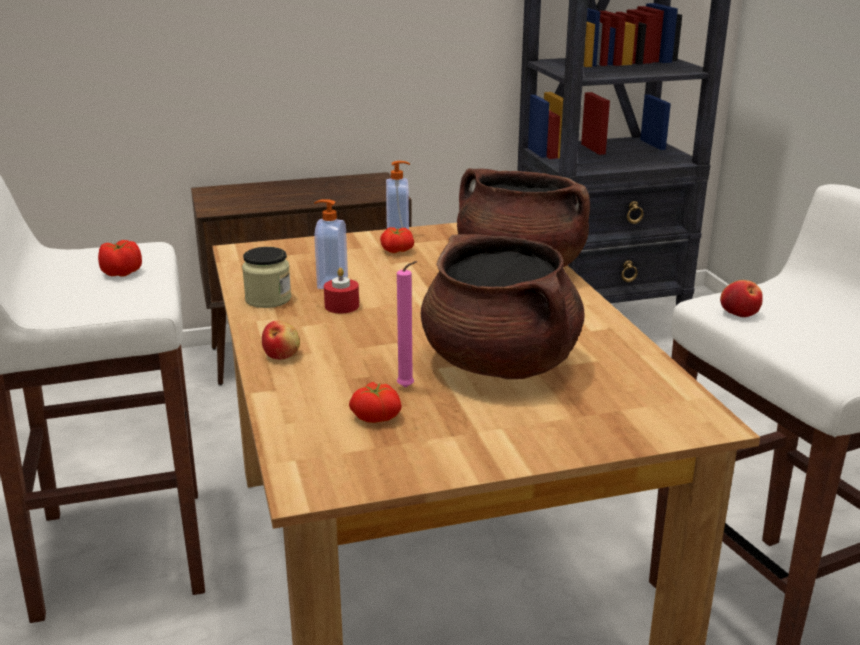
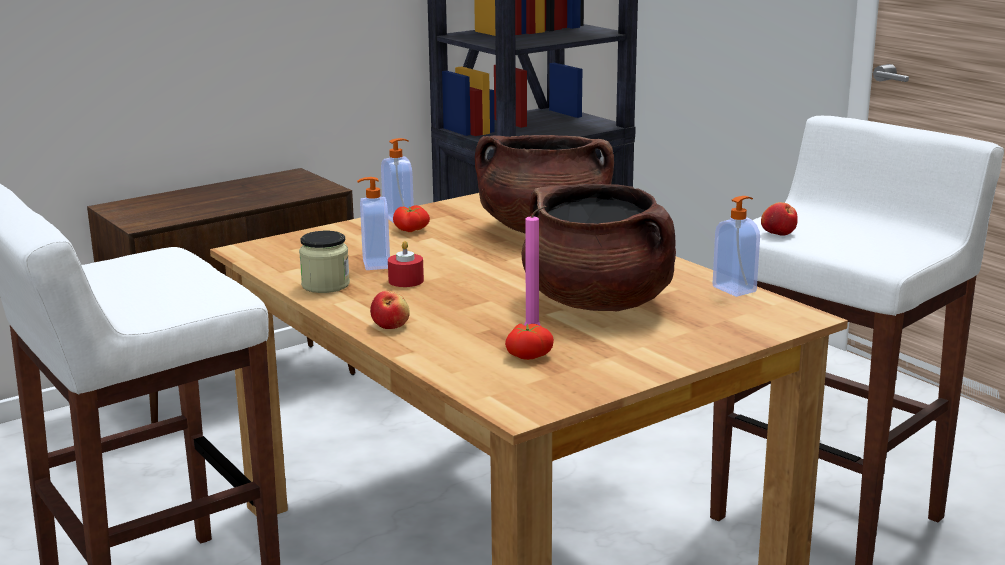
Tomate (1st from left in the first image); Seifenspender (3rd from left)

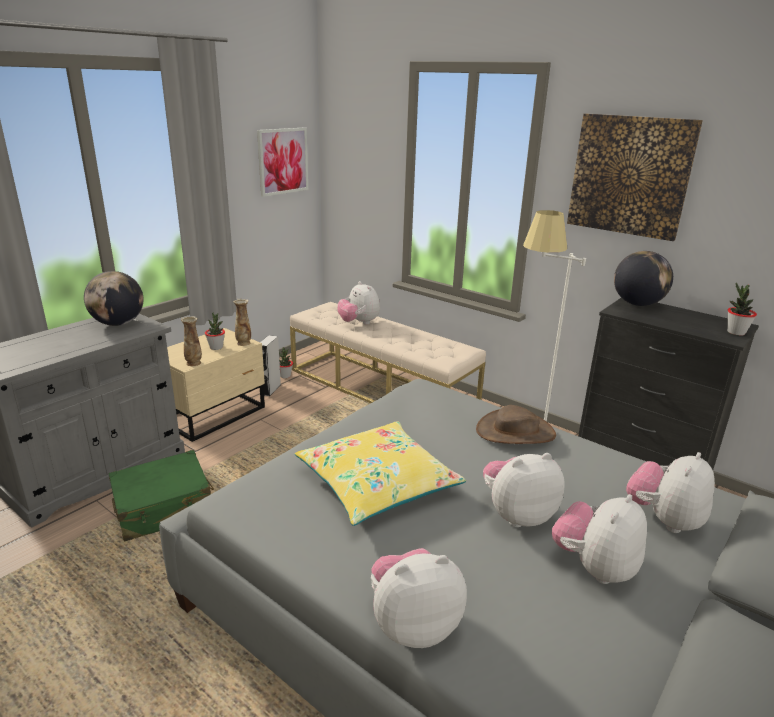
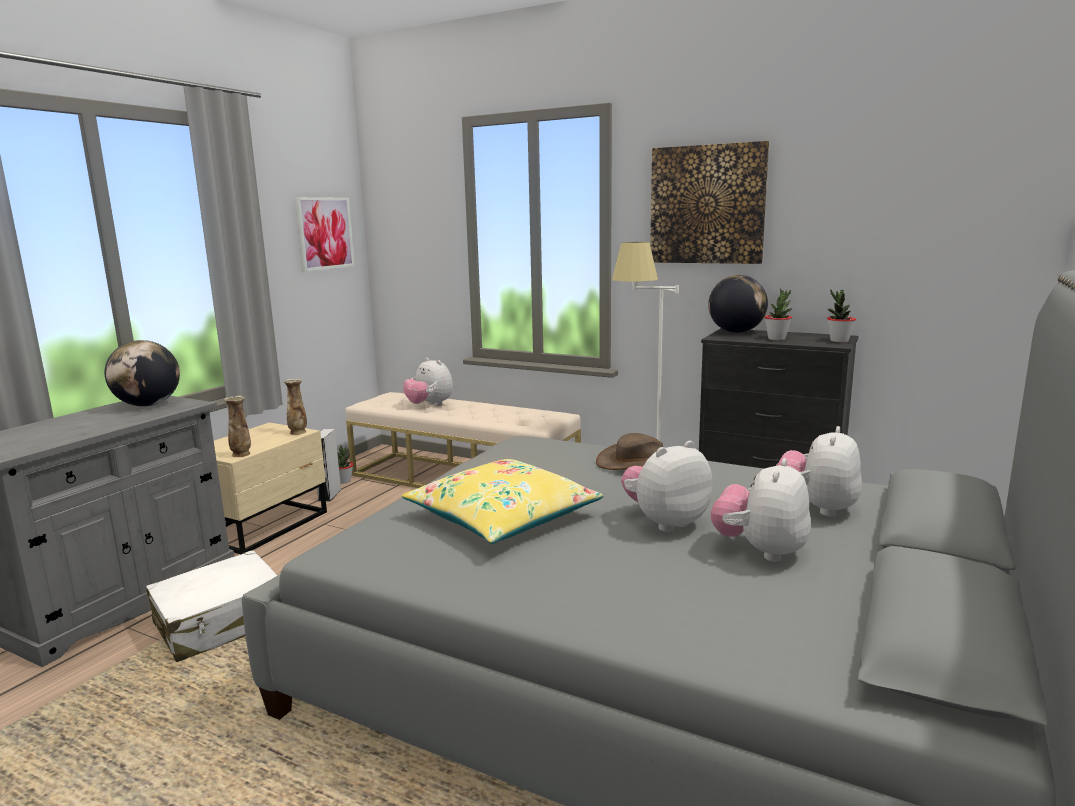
Topfpflanze (2nd from left); Koffer [weiß]; Plüschtier (2nd from left in the first image)

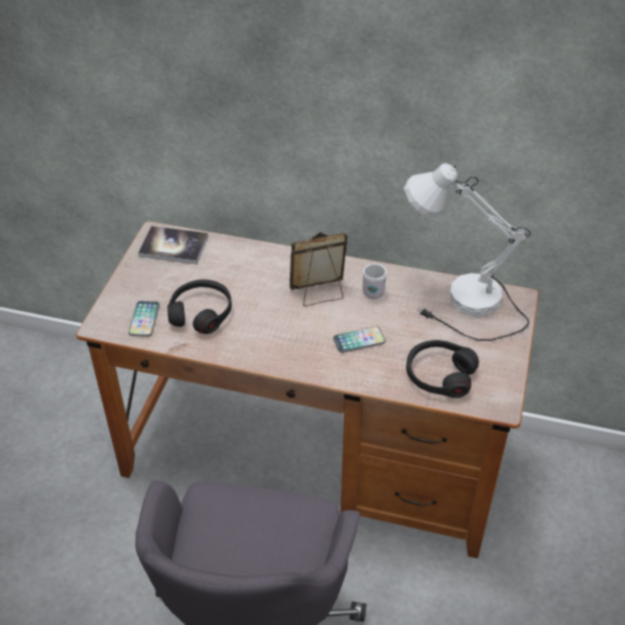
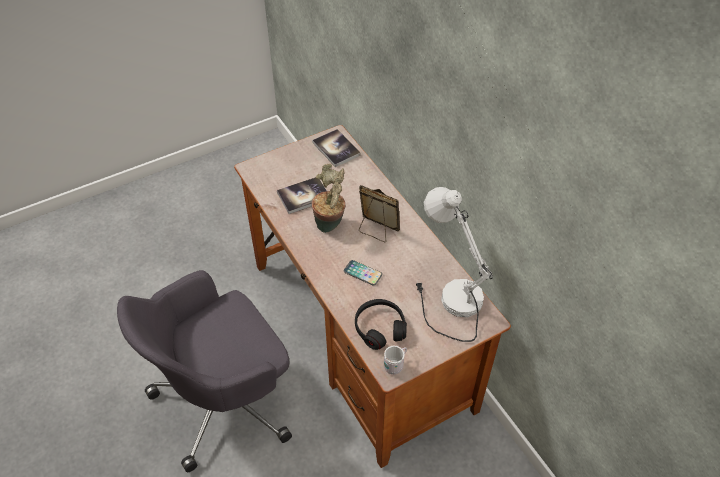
Henkelbecher [weiß]; Buch (1st from left); Handy (1st from left in the first image); Topfpflanze

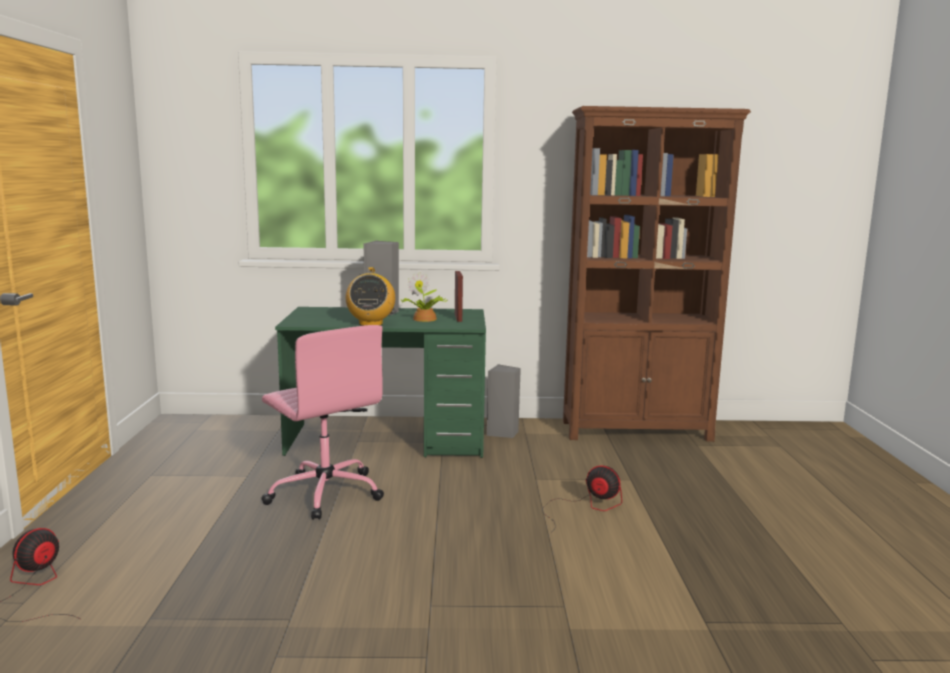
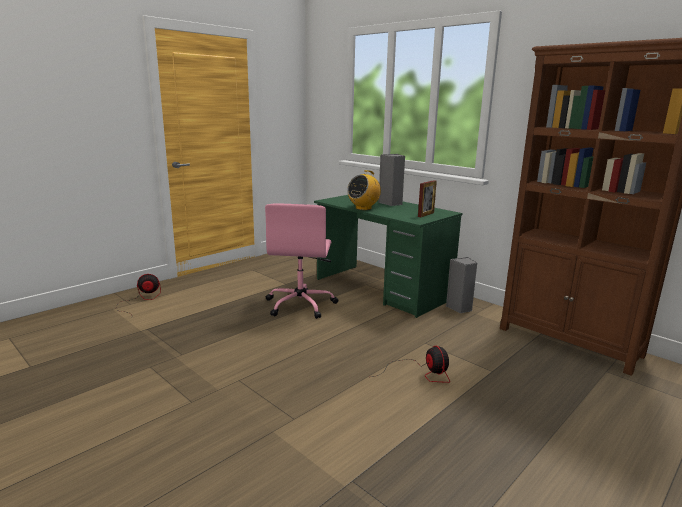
Topfpflanze

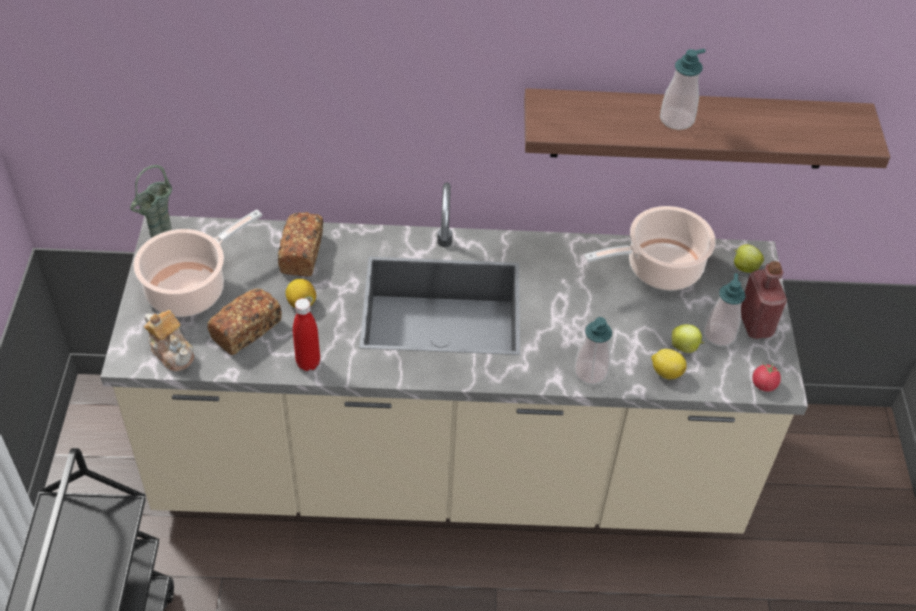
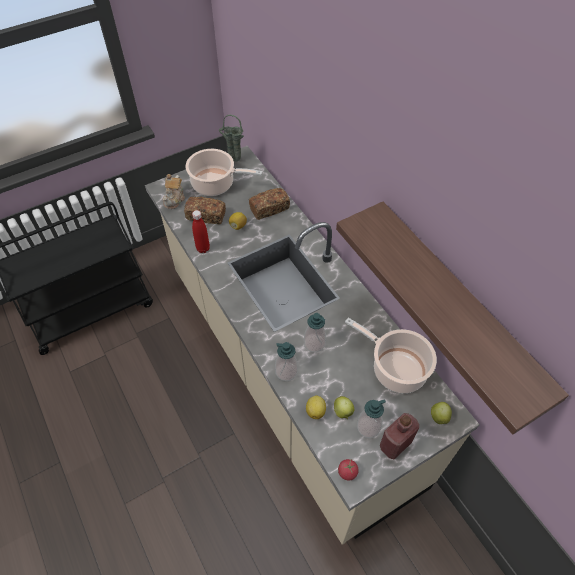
Seifenspender (2nd from left)

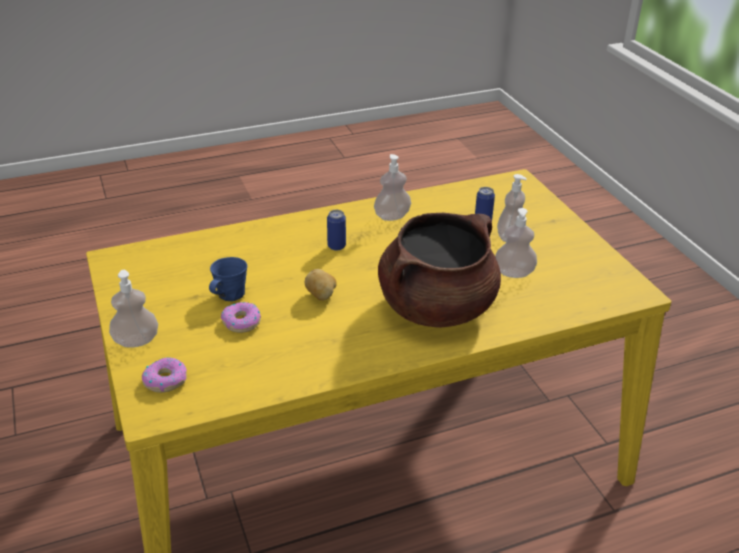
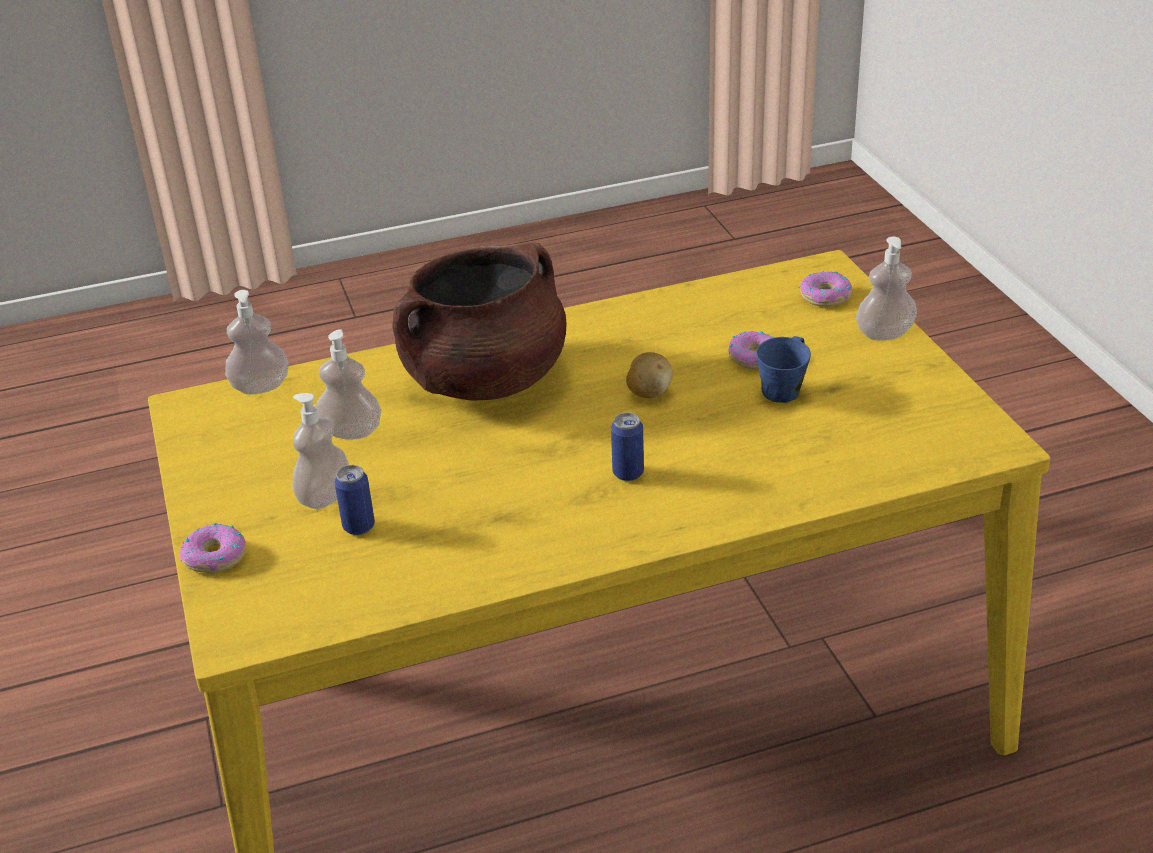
Seifenspender (1st from left); Donut (1st from left)

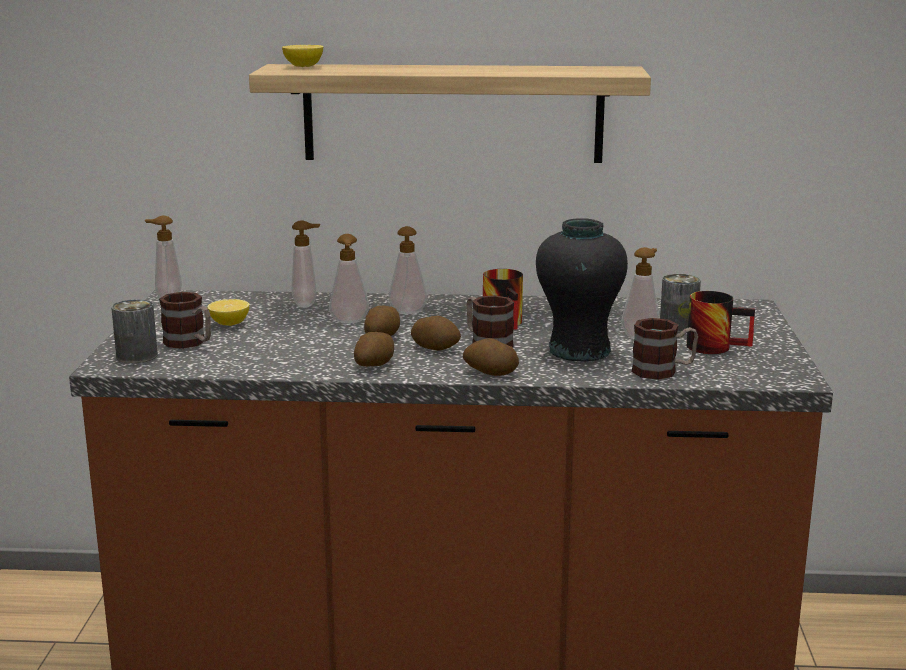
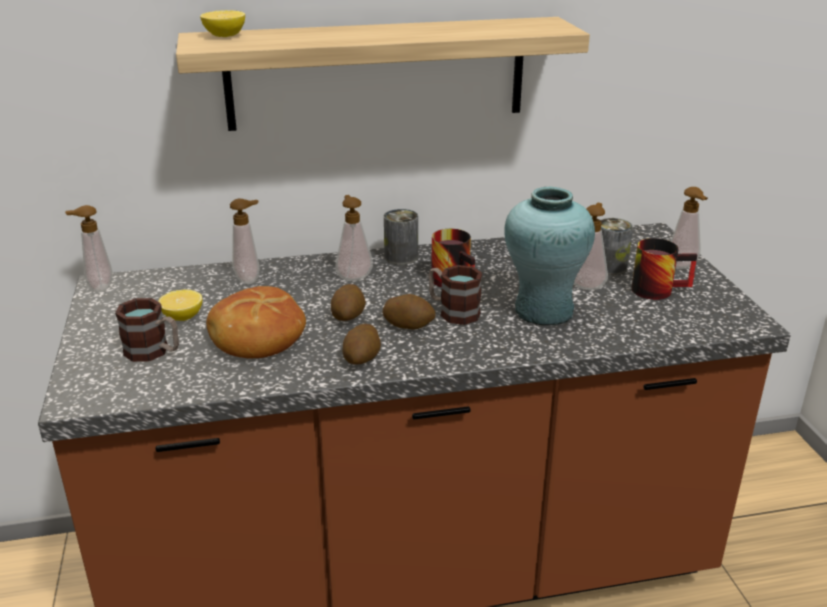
Vase [türkis]; Seifenspender (5th from left); Dose (1st from left); Henkelbecher (4th from left in the first image); Kartoffel (4th from left in the first image); Brot

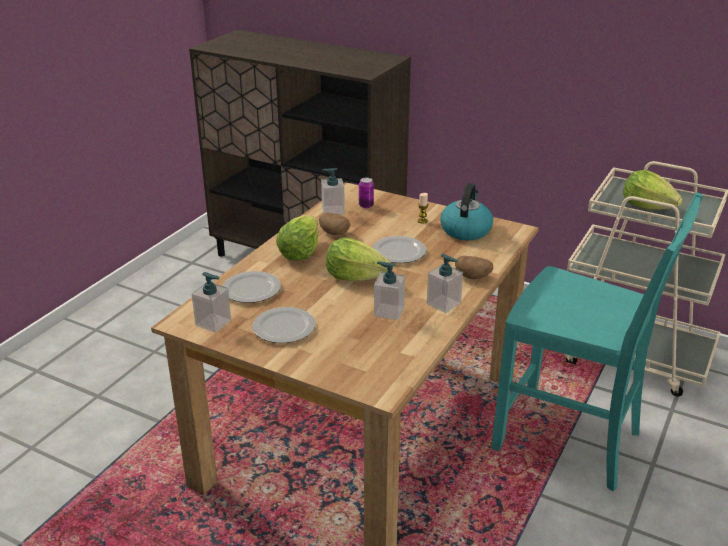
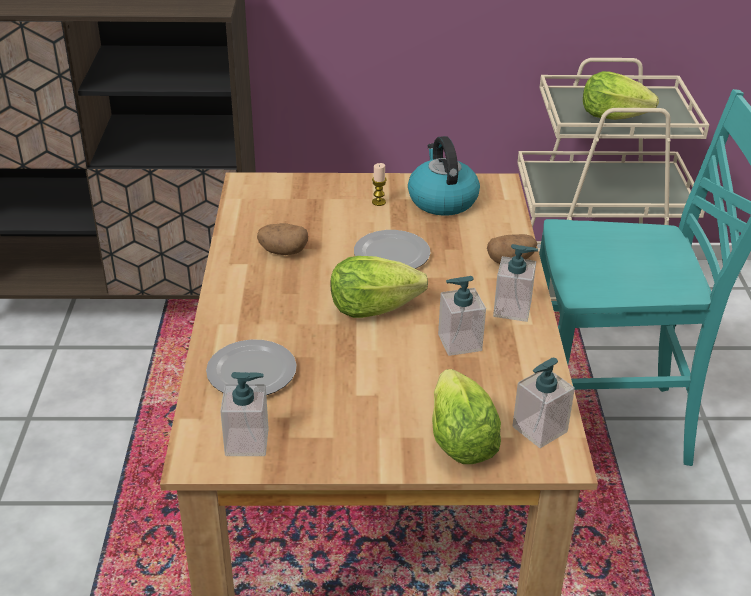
Seifenspender (4th from left); Dose; Salatkopf (2nd from left); Teller (2nd from left in the first image)

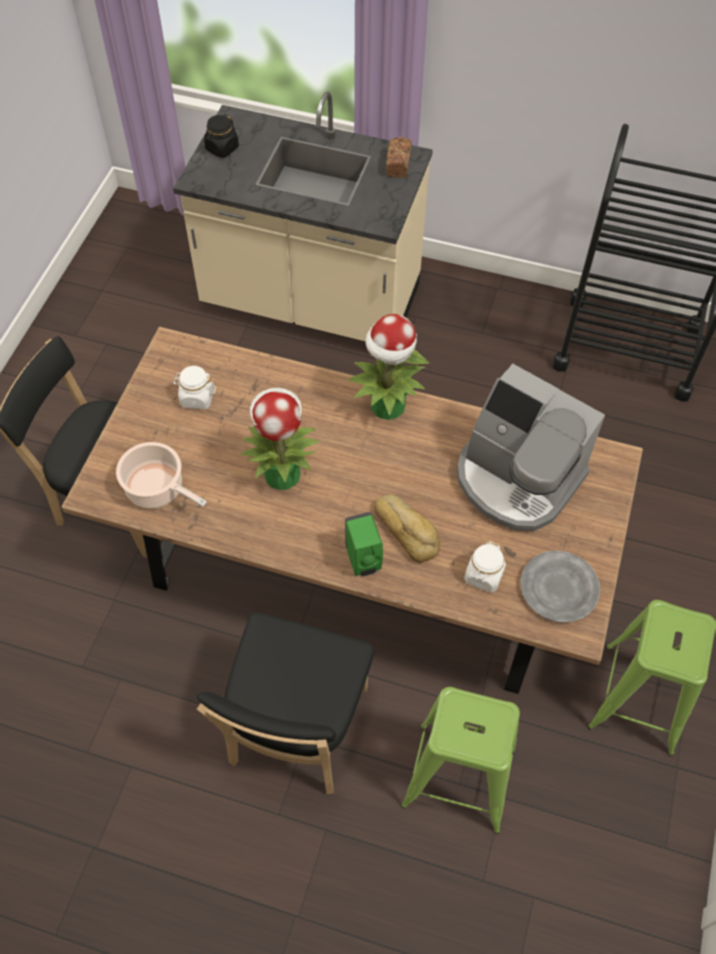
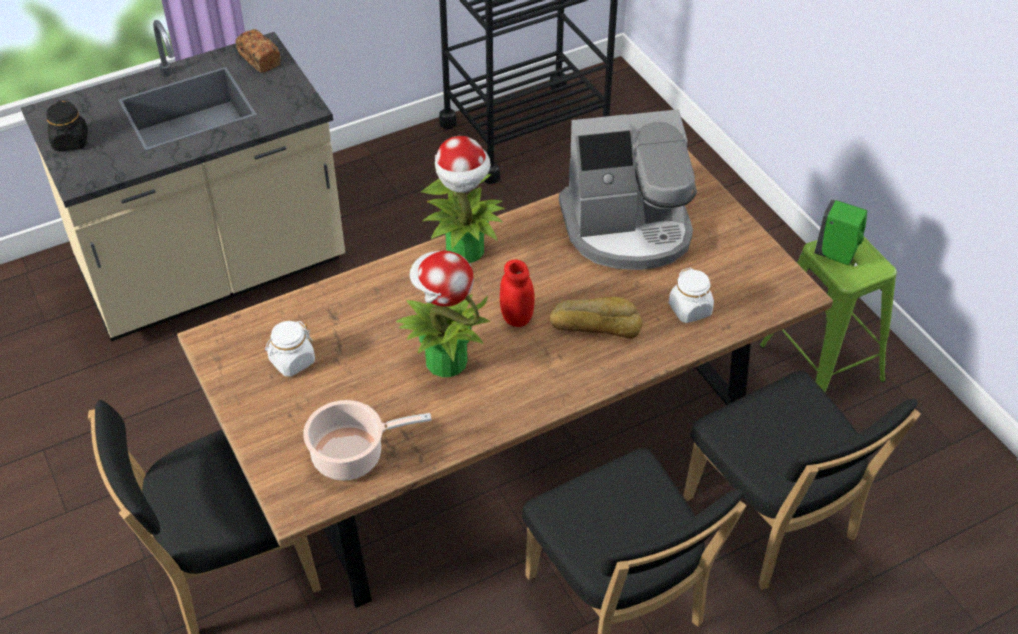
Seifenspender [grün]; Teller [grau]; Stuhl [schwarz] (3rd from left); Vorratsglas [rot]

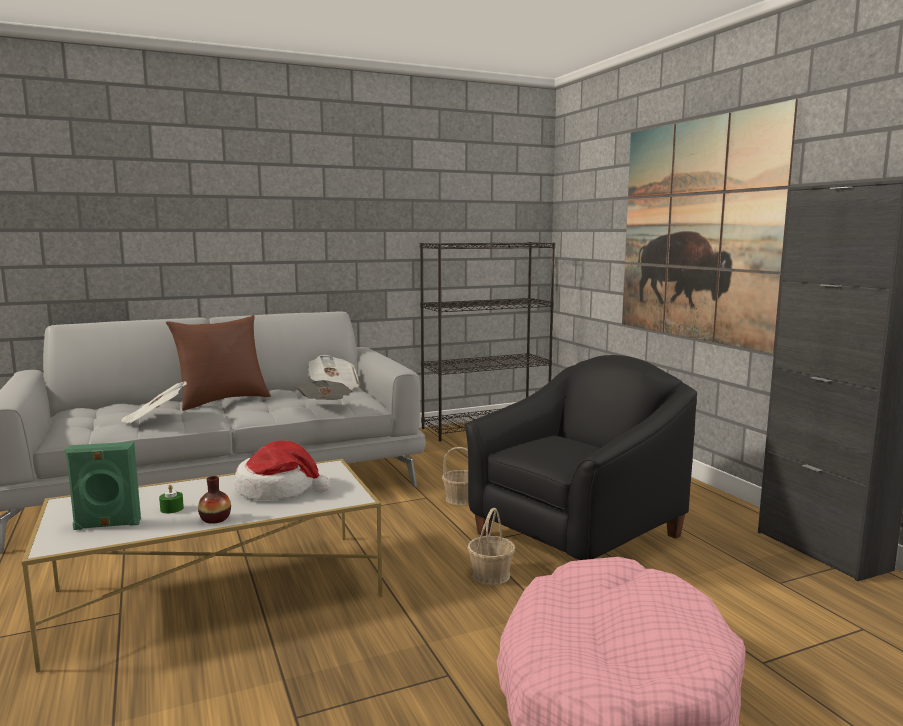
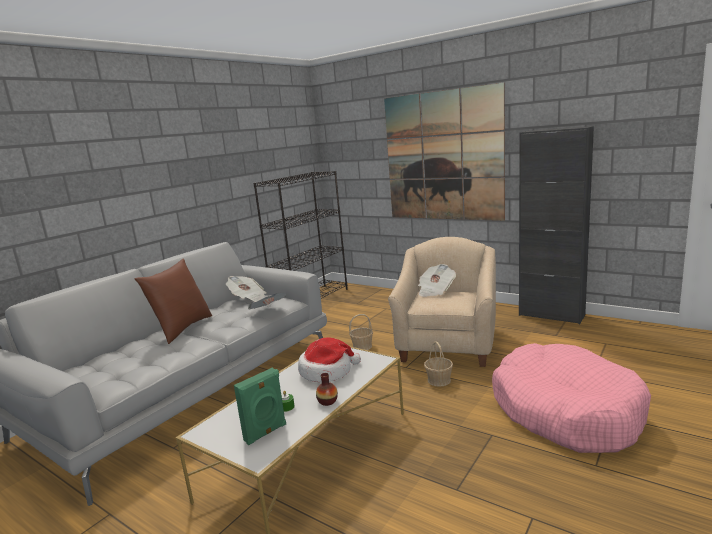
Sessel [beige]; Zeitung (3rd from left)

